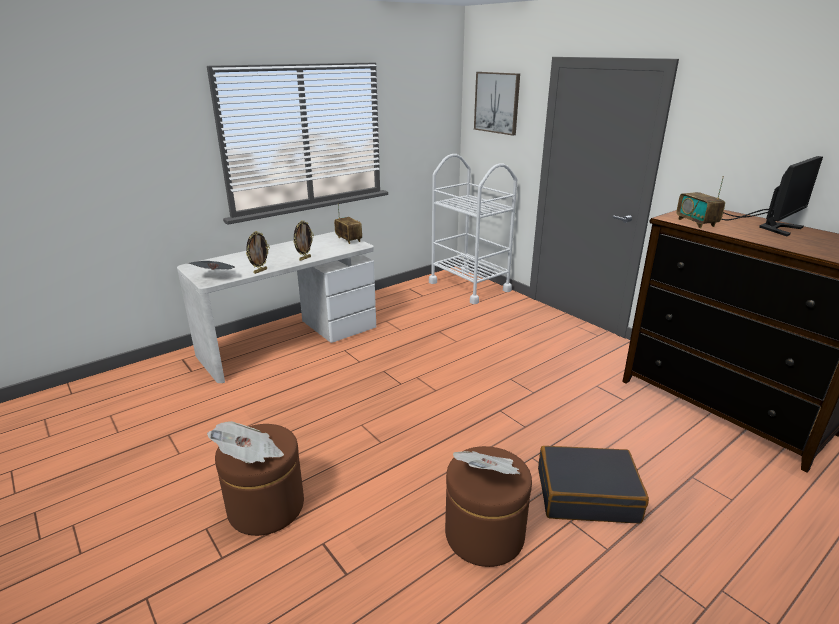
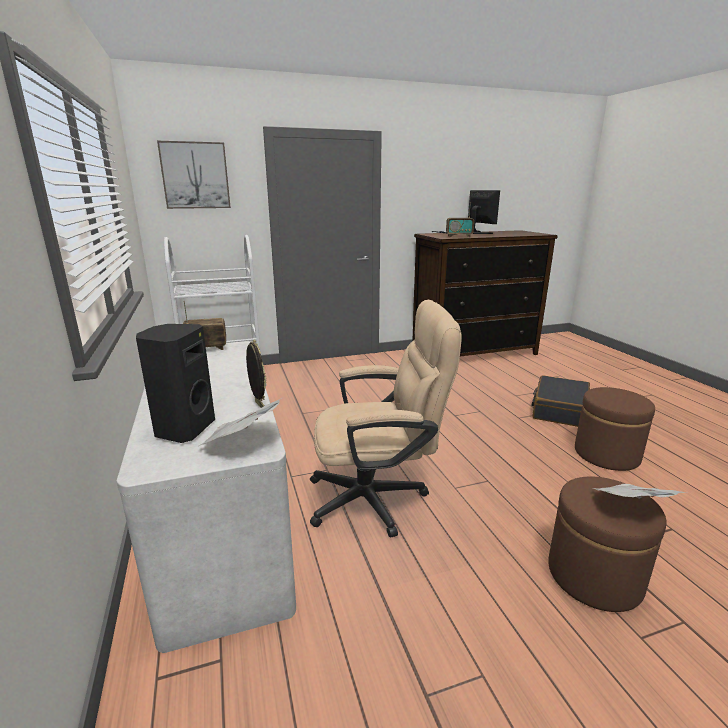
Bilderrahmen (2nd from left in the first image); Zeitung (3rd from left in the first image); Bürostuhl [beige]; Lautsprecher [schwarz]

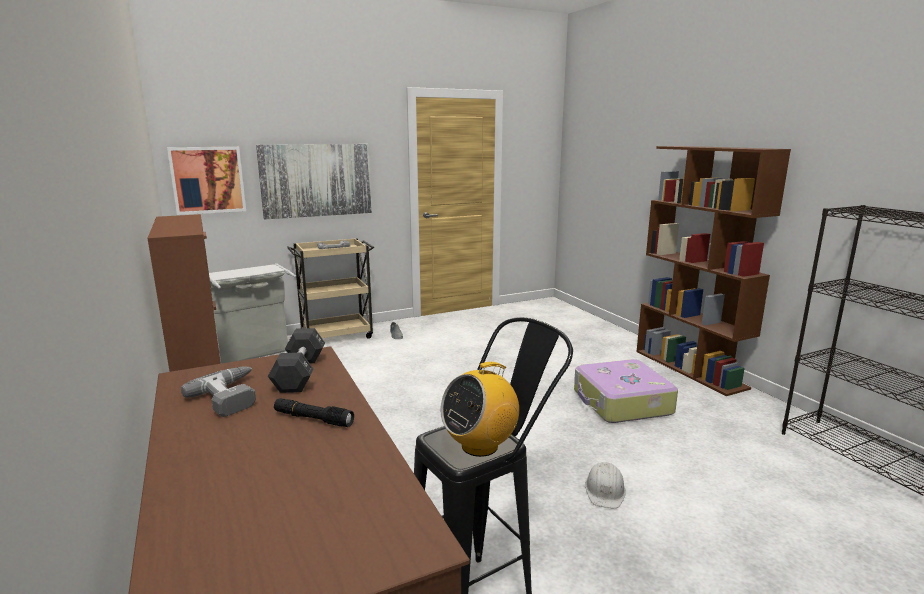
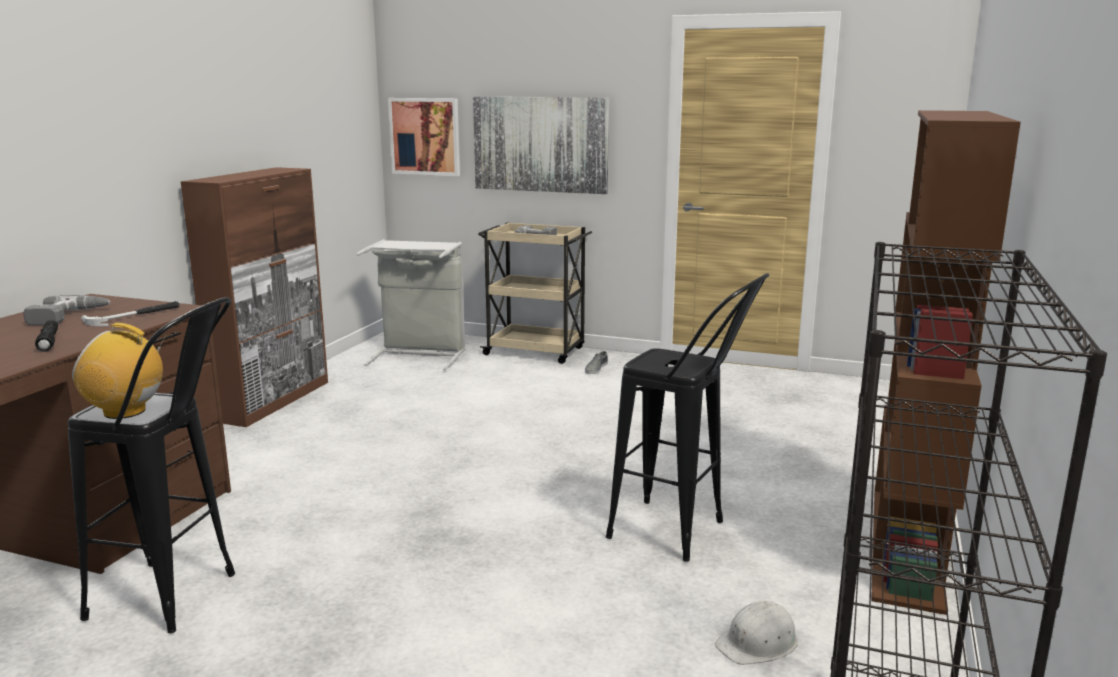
Hammer; Hocker [schwarz] (2nd from left); Schutzhelm [weiß]

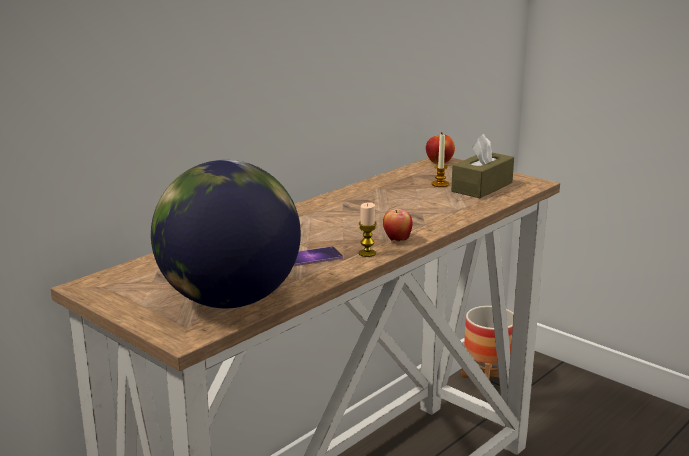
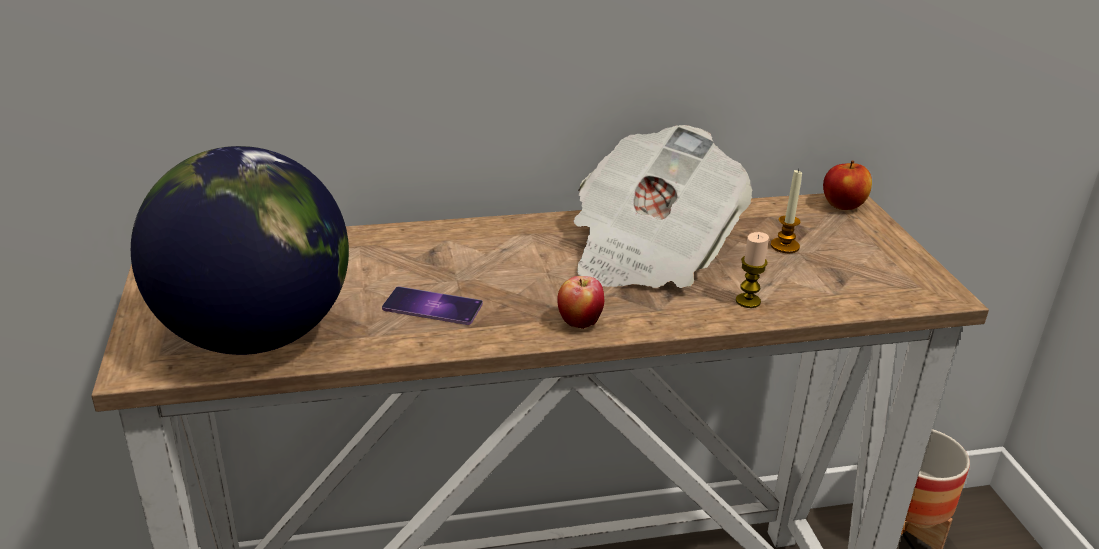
Taschentuchbox [braun]; Kerze (1st from left); Zeitung

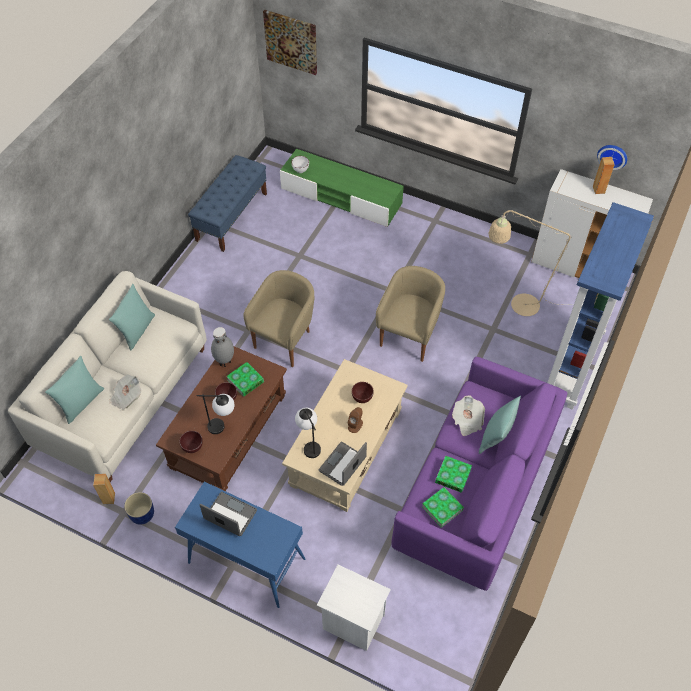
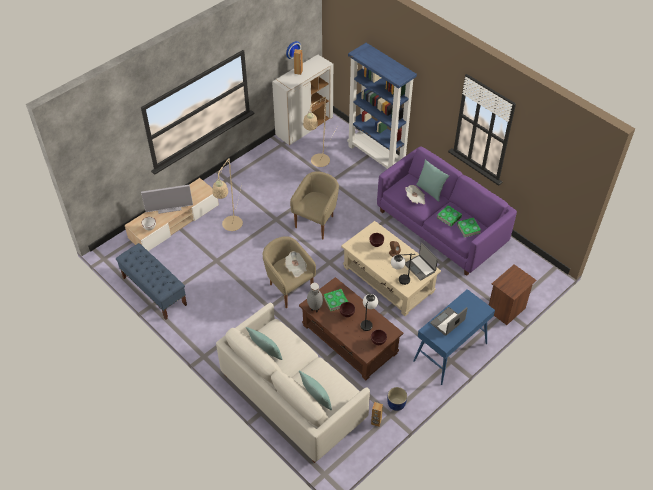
Bild; Fernsehschrank [beige]; Sessel [beige] (2nd from left); Zeitung (1st from left); Nachttisch [braun]; Stehlampe [beige] (1st from left); Fernseher

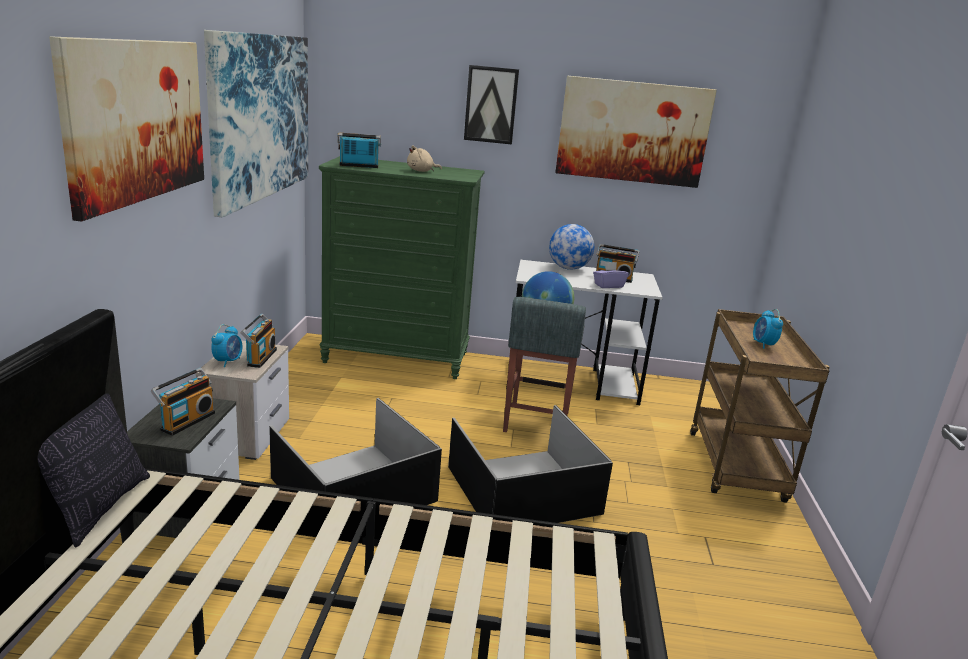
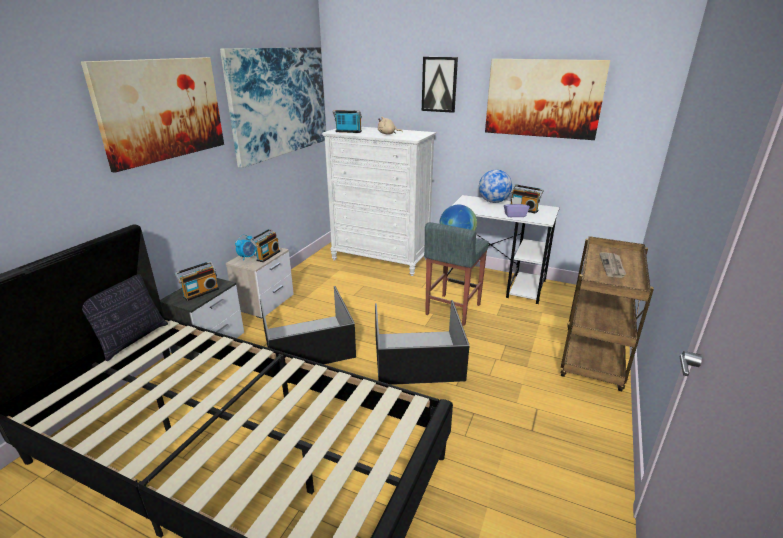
Kommode [weiß]; Zeitung

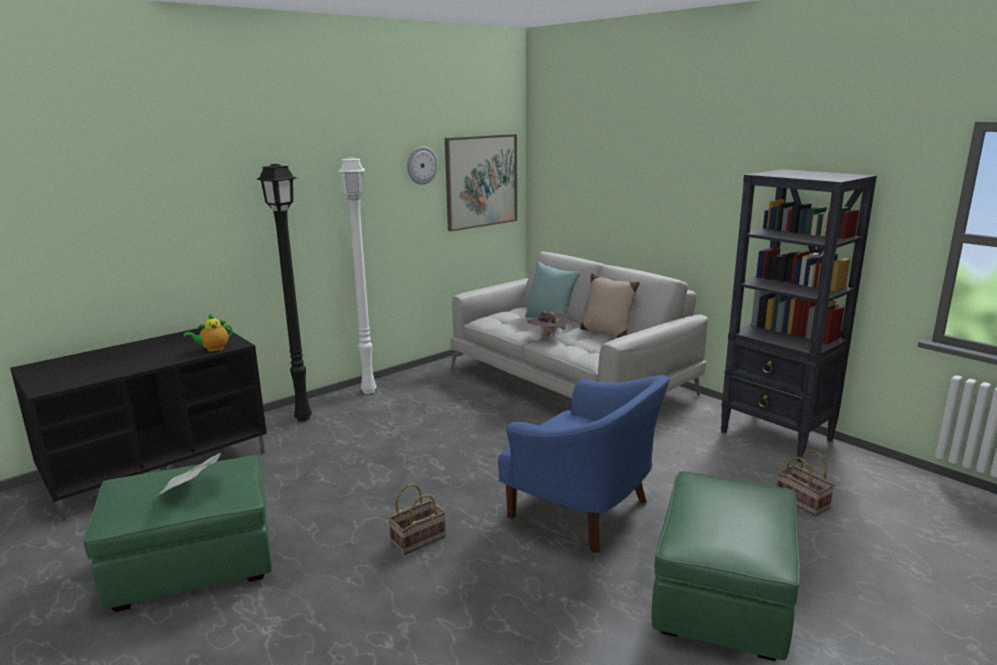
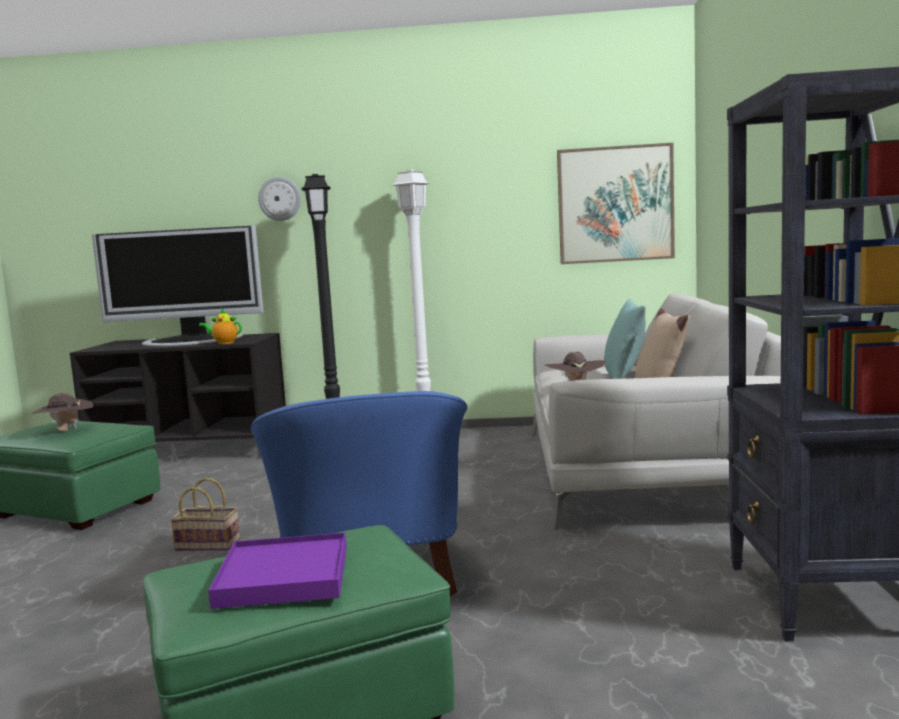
Wanduhr; Korb (2nd from left in the first image); Hut [braun] (1st from left); Fernseher; Tablett [lila]

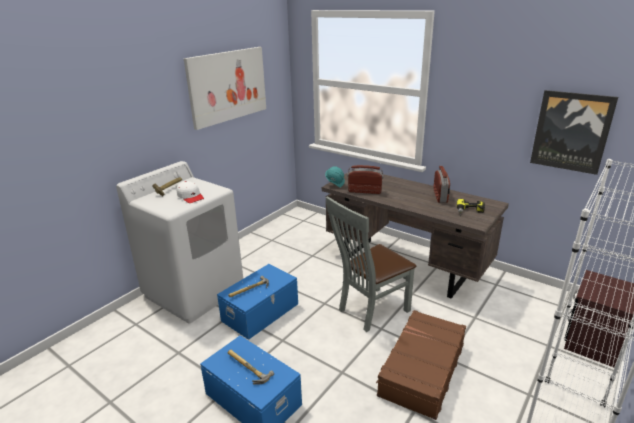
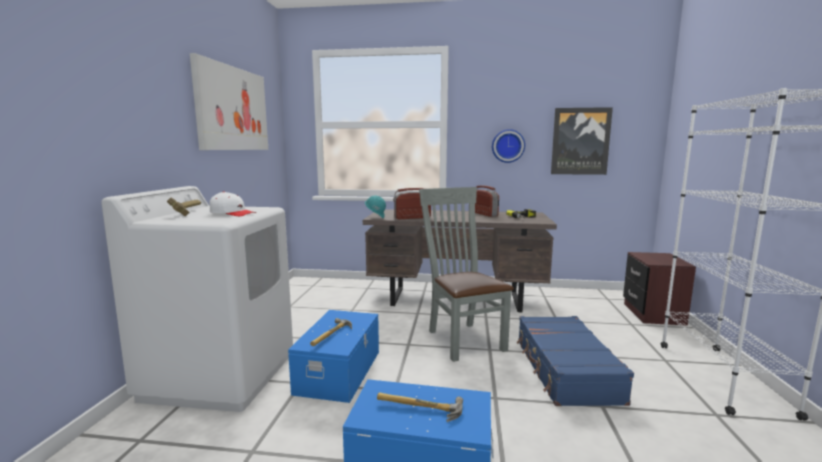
Stuhl [grau]; Koffer [blau]; Wanduhr

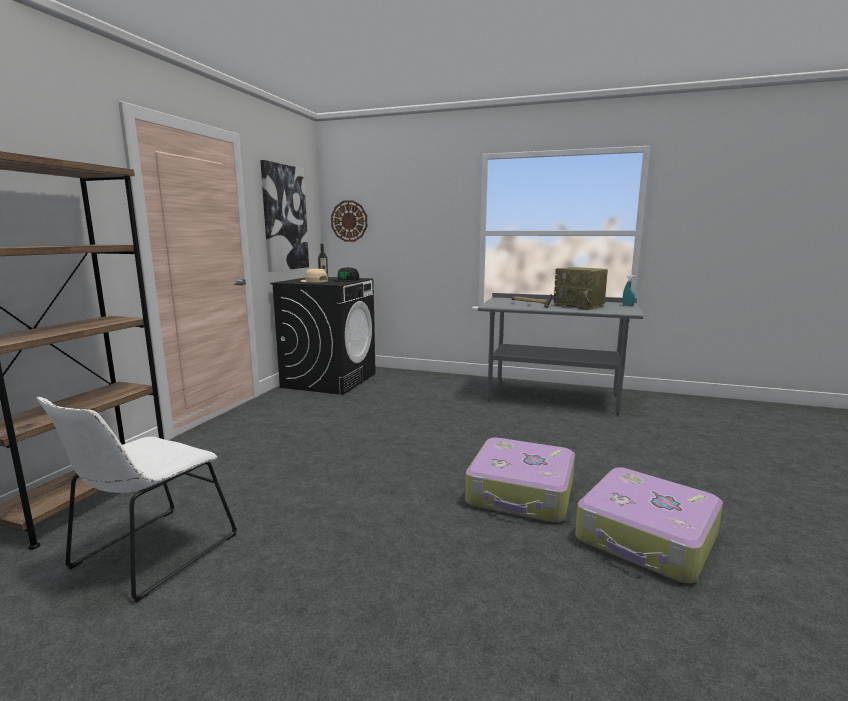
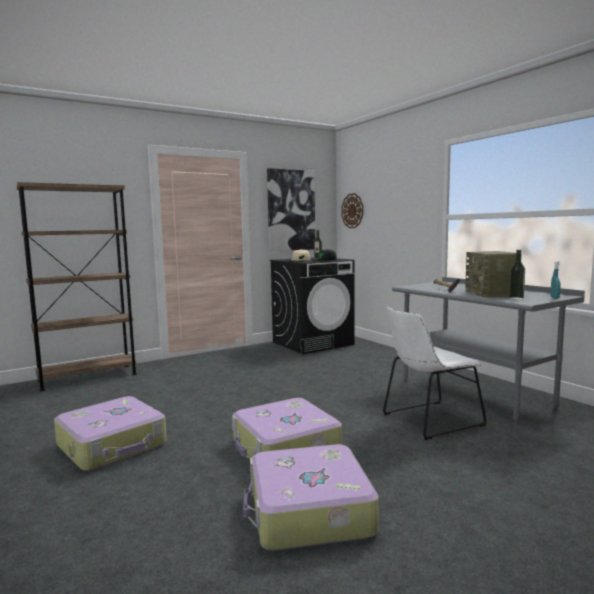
Stuhl [weiß]; Flasche (2nd from left); Koffer (1st from left)

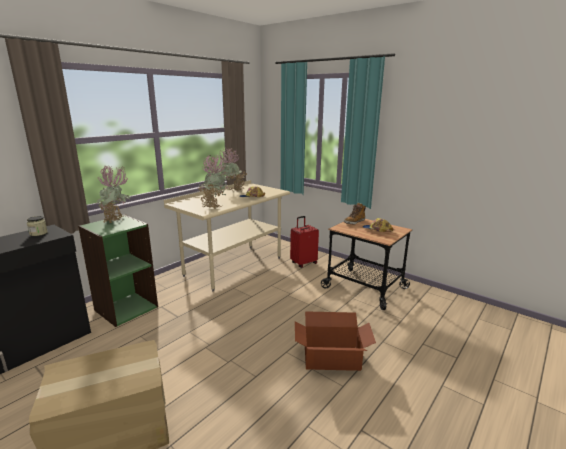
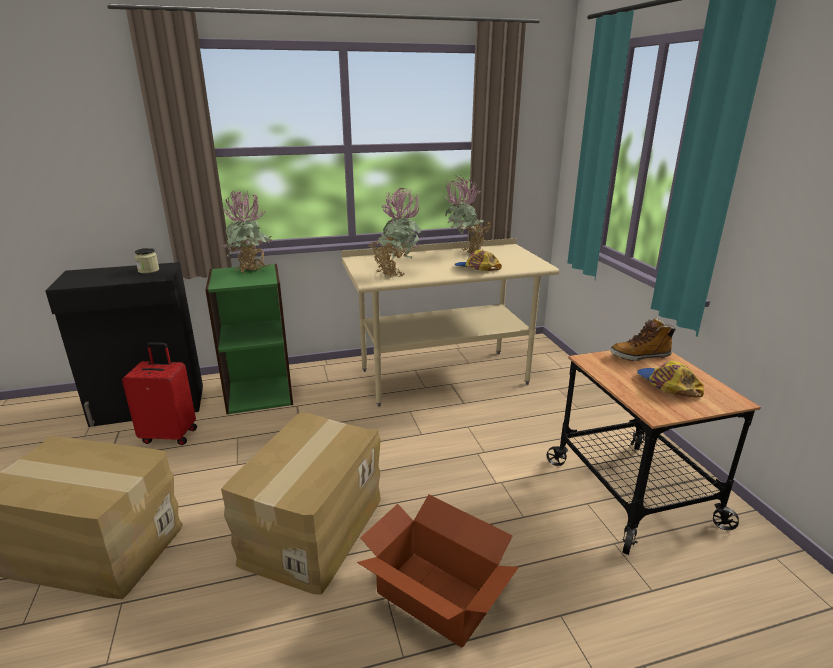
Koffer [rot]; Karton (2nd from left)

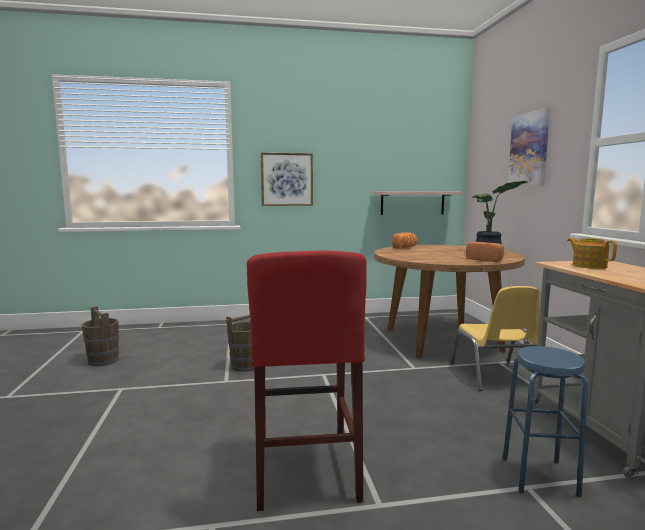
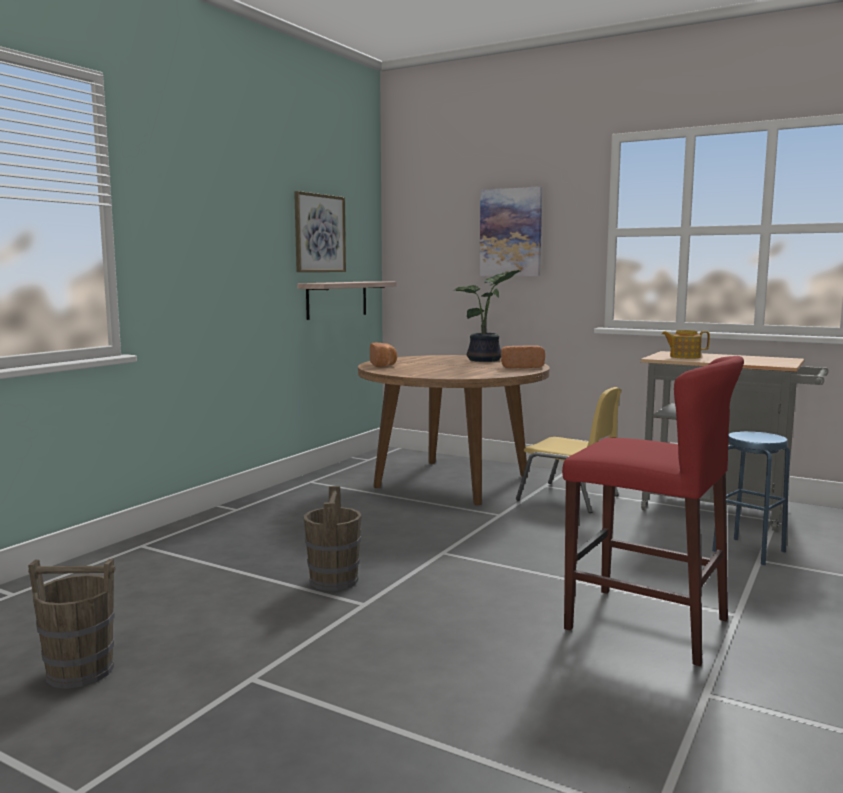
Bild (1st from left)

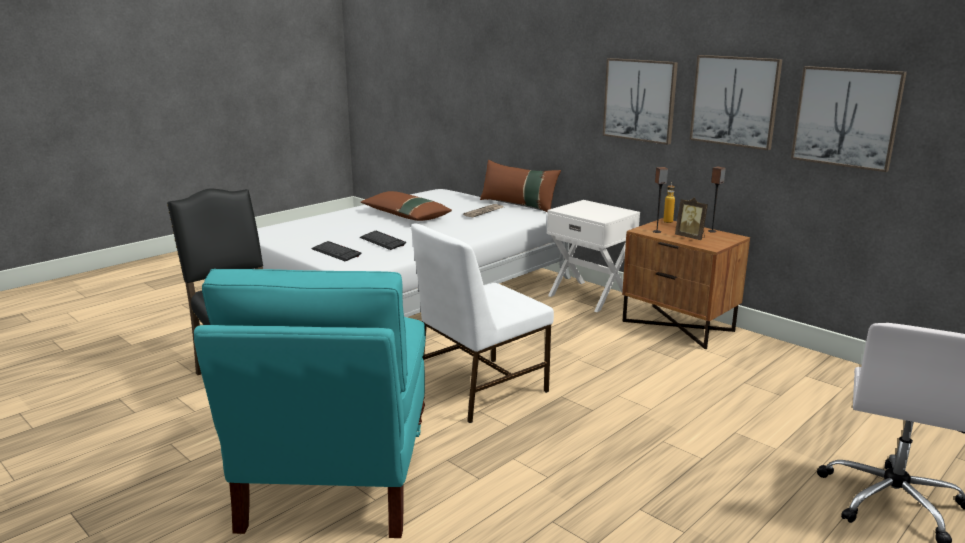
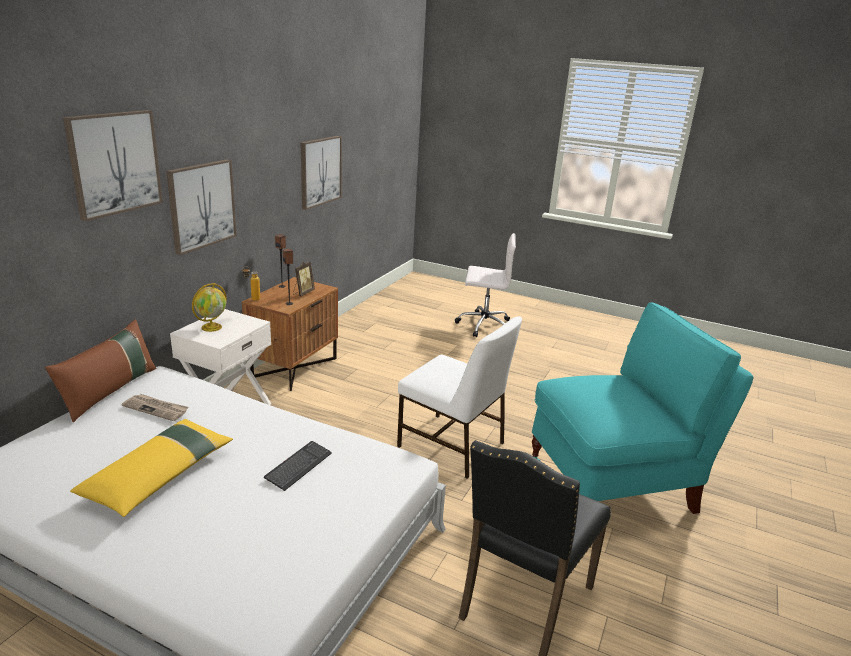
Bild (1st from left); Kissen [gelb]; Tastatur (1st from left in the first image); Globus

